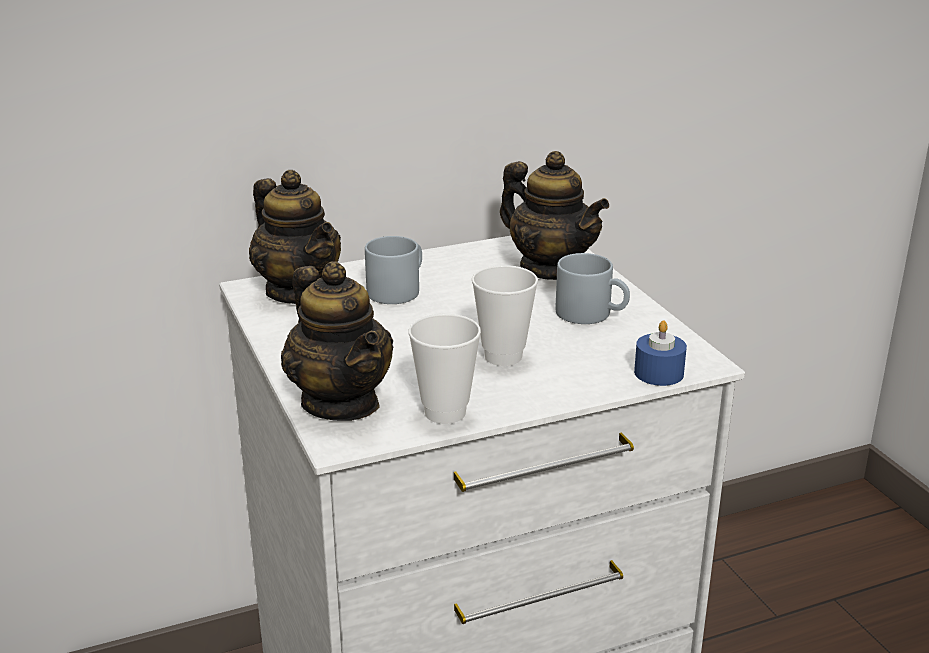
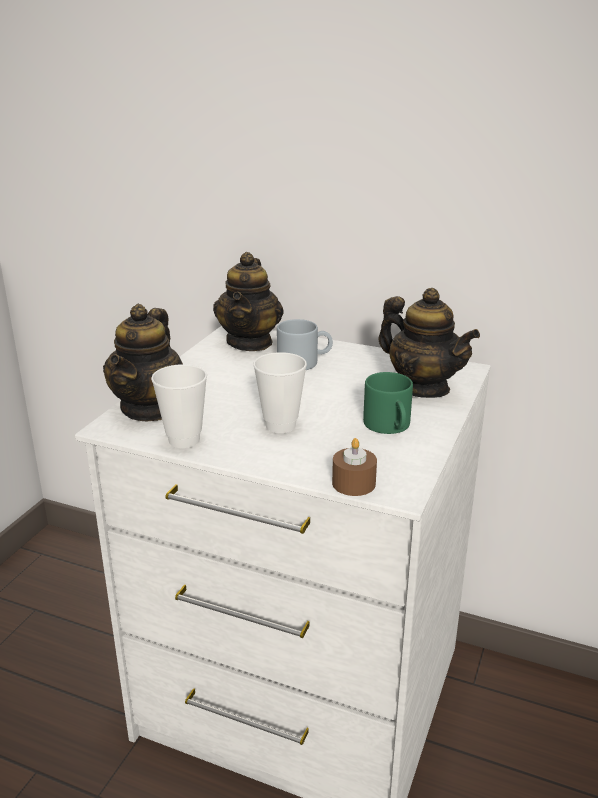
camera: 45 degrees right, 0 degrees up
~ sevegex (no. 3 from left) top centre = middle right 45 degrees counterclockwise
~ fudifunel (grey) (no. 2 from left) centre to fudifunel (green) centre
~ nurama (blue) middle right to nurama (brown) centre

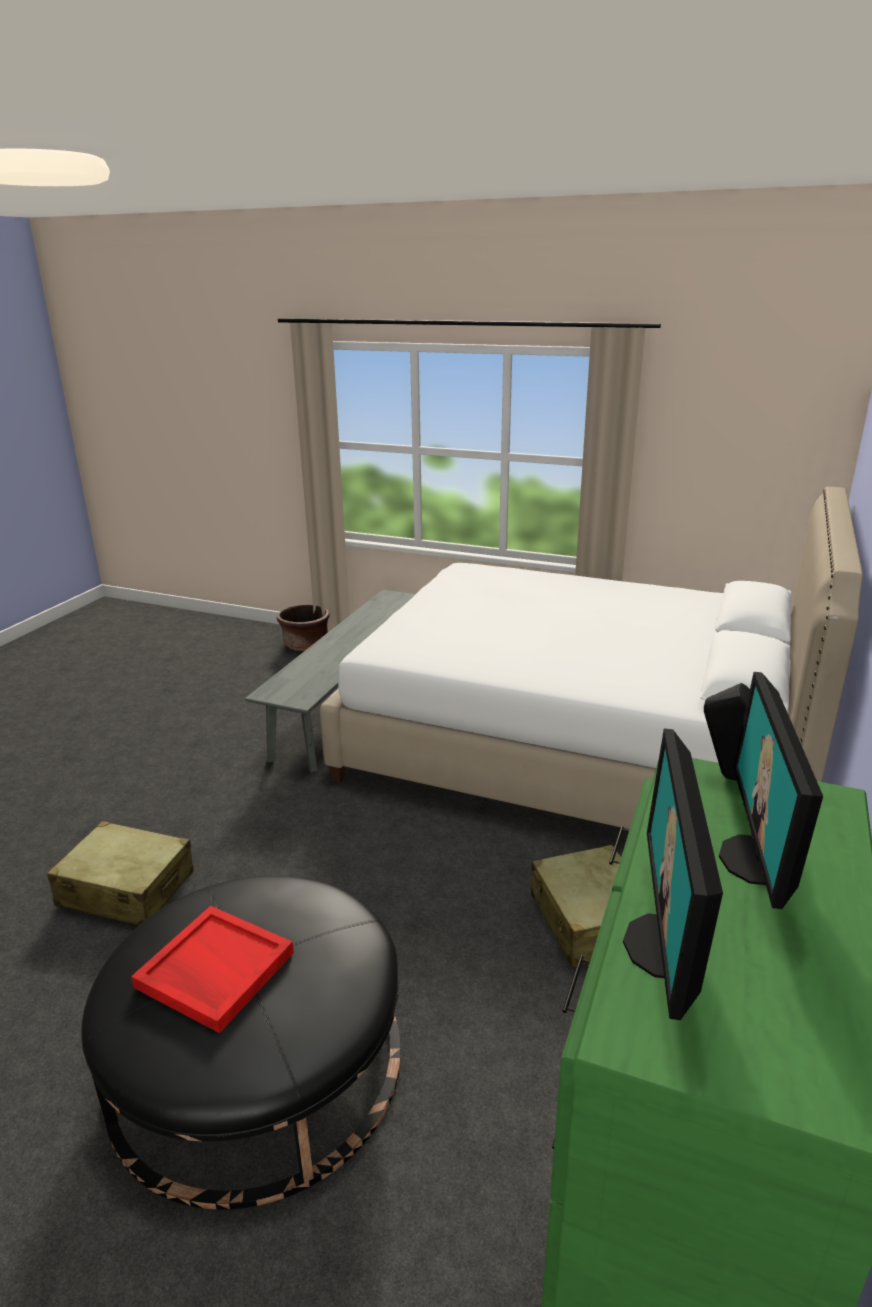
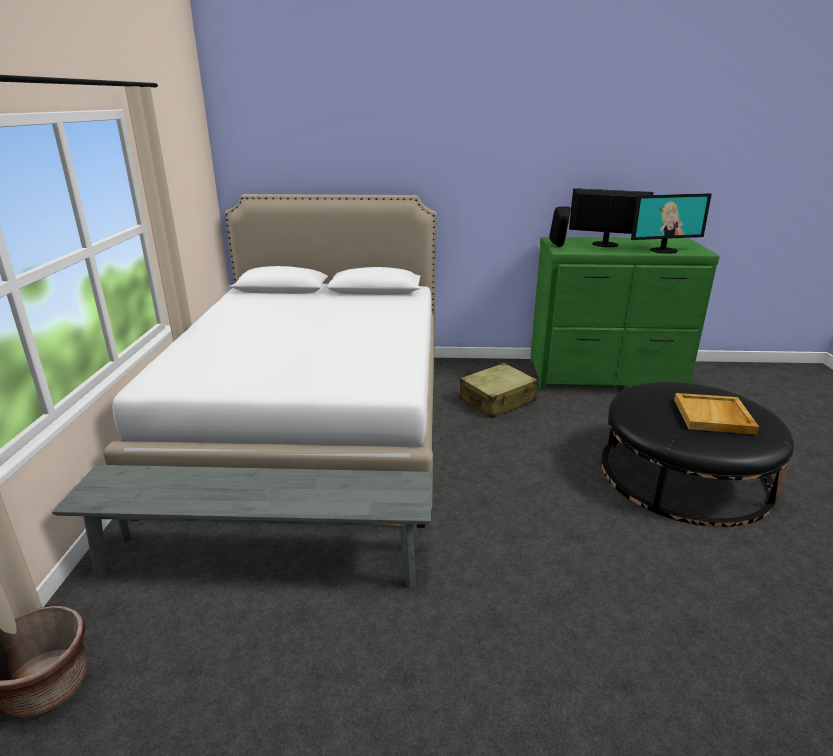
camera: 110 degrees left, 0 degrees up
- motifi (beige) (no. 1 from left) bottom left
~ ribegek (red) bottom left to ribegek (beige) middle right
~ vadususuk (no. 2 from left in the first image) middle right = top right 150 degrees counterclockwise

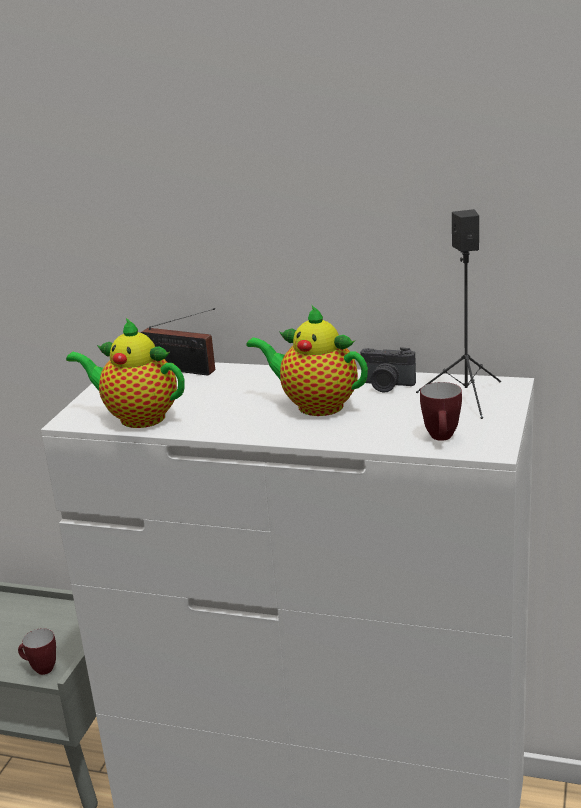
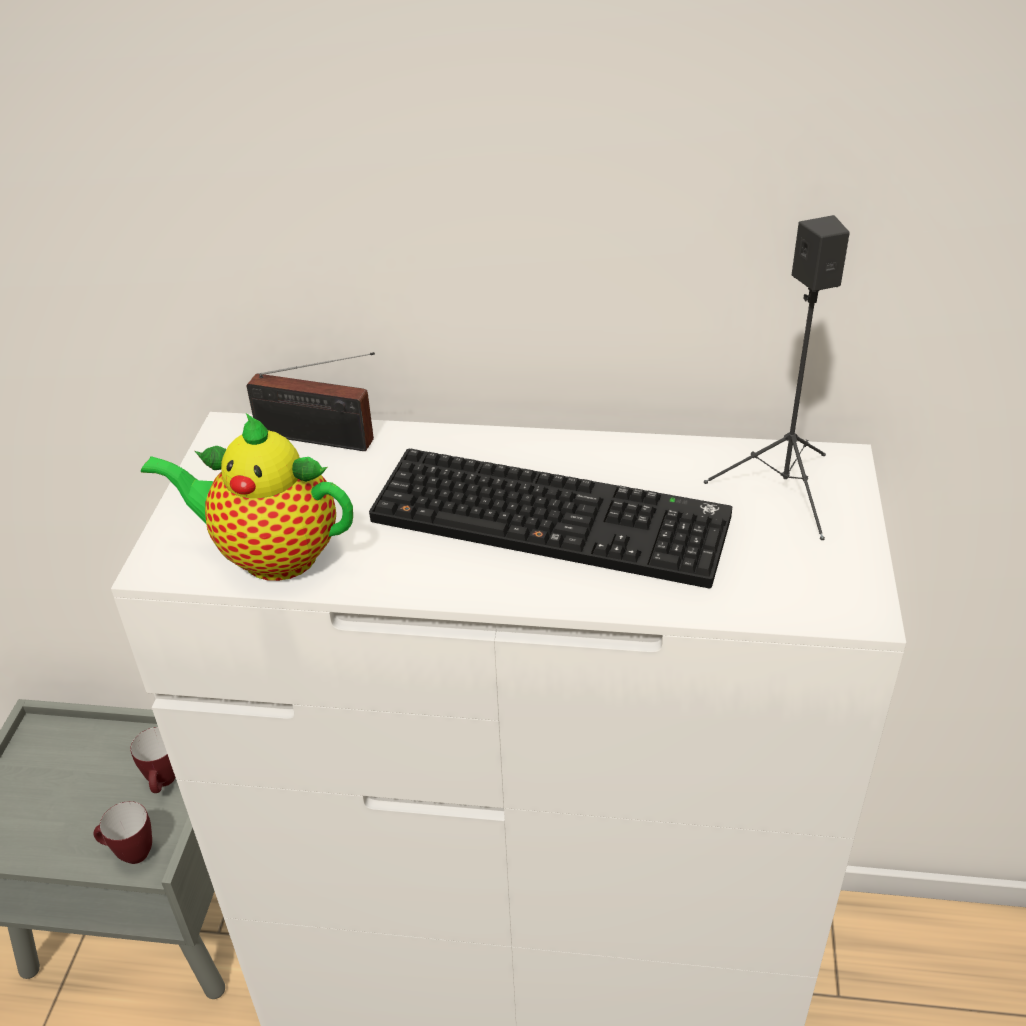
camera: 10 degrees left, 15 degrees up
~ sevegex (no. 2 from left) centre to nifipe centre
- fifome middle right
~ fudifunel (no. 2 from left) middle right to bottom left

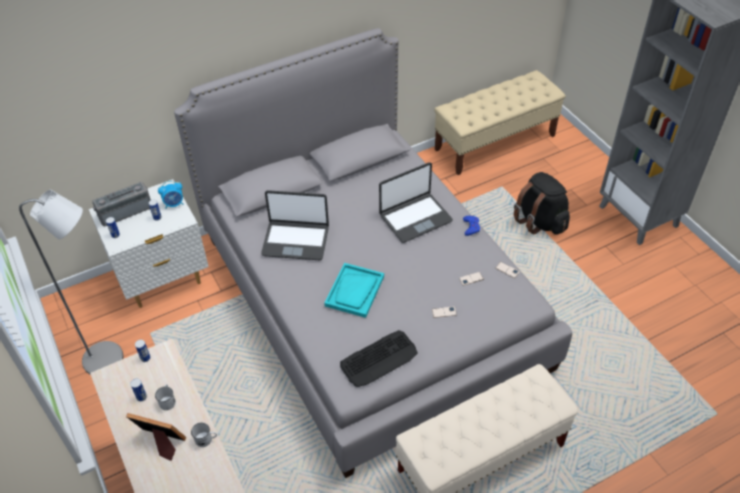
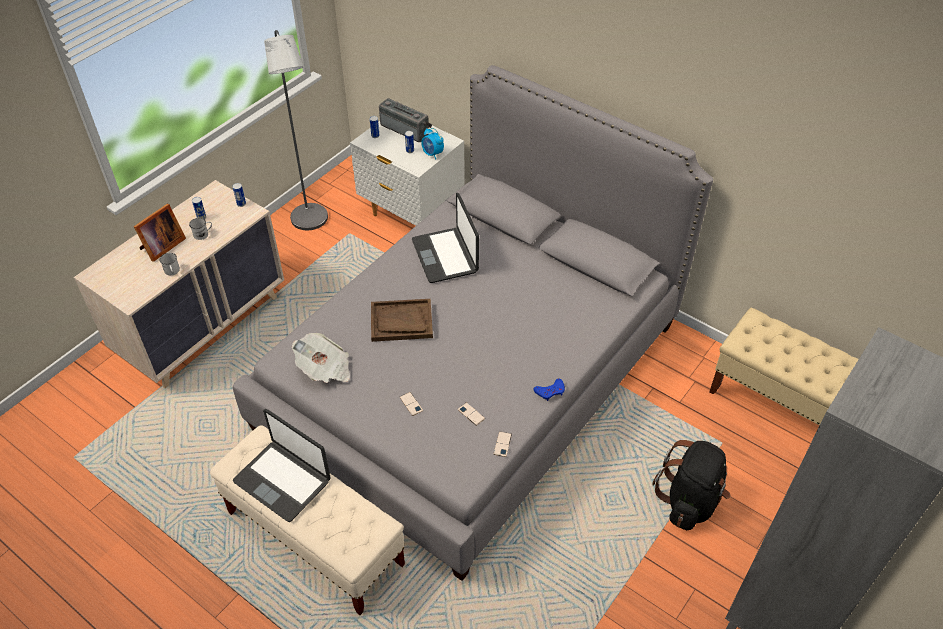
camera: 65 degrees right, 0 degrees up
~ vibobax bottom left = middle left 45 degrees clockwise
~ ribegek (turquoise) centre to ribegek (brown) centre
~ nifipe bottom centre to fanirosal centre
~ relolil (no. 2 from left in the first image) centre to relolil (no. 1 from left) bottom left

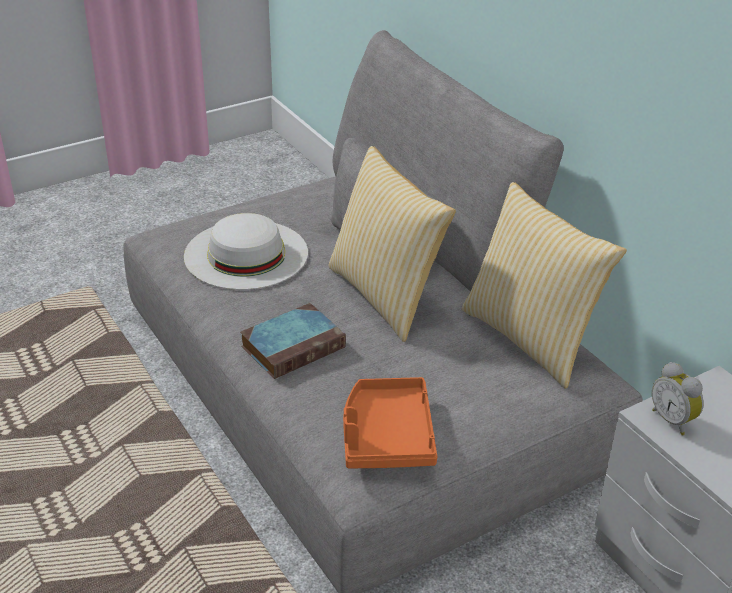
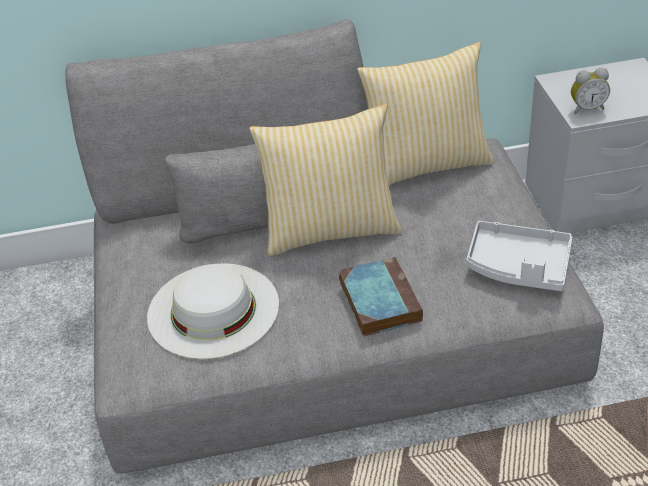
camera: 65 degrees left, 5 degrees up
~ ribegek (orange) bottom centre to ribegek (grey) middle right

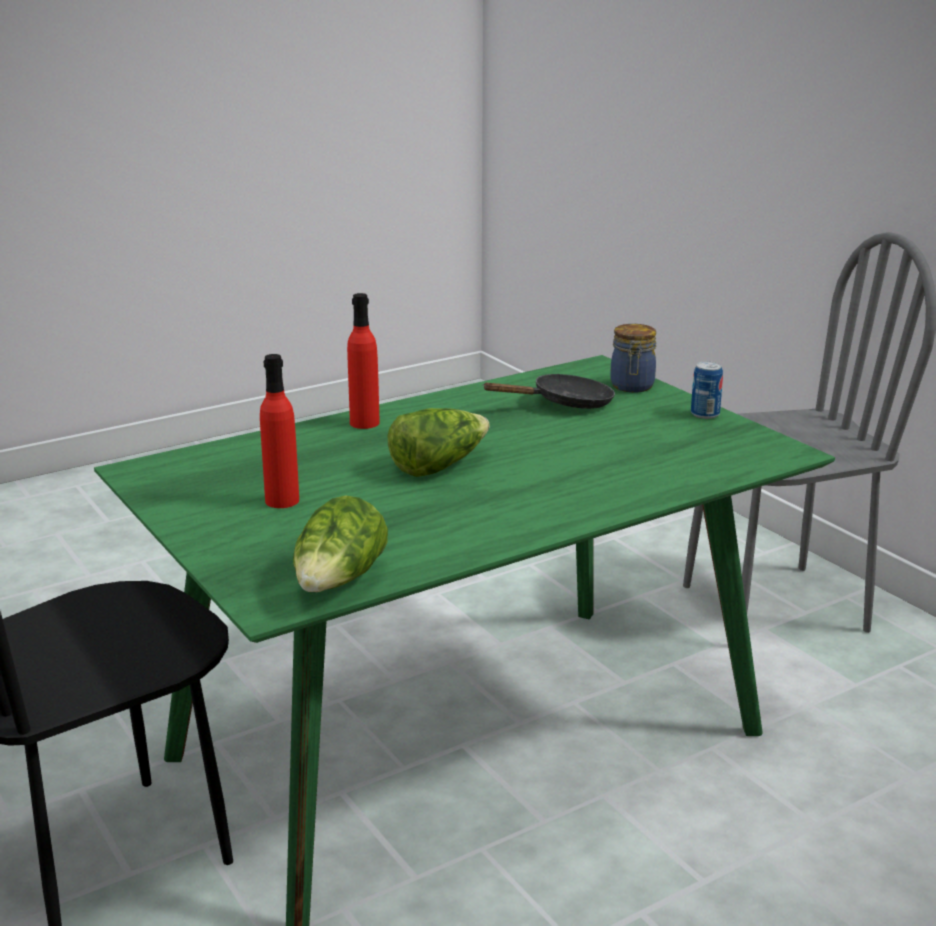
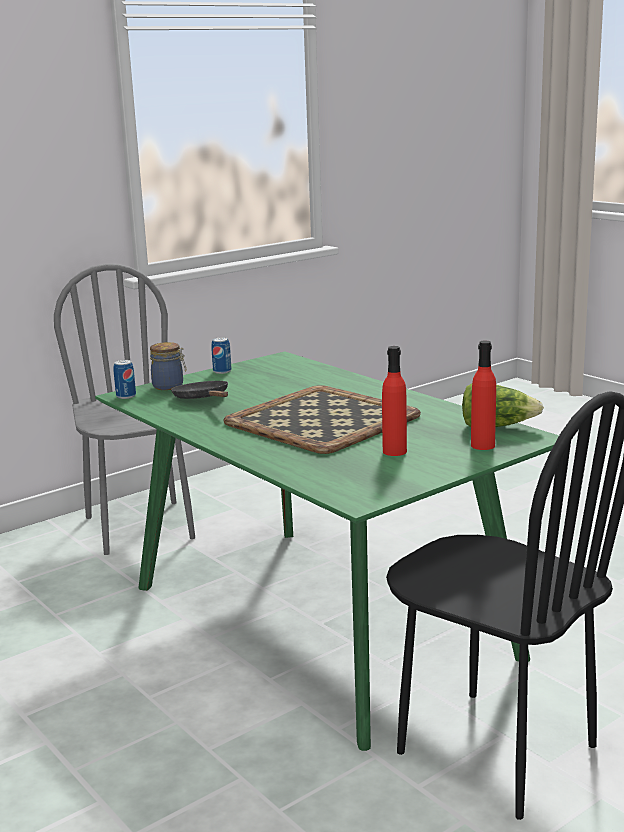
camera: 95 degrees left, 5 degrees down
~ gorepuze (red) (no. 2 from left) centre to middle right
~ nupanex (no. 2 from left) centre to ribegek centre
+ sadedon (no. 1 from left) middle left

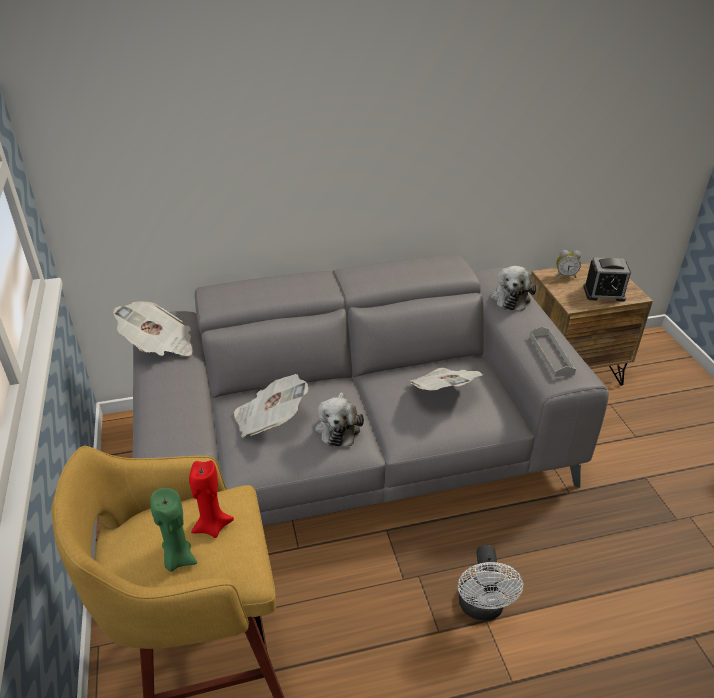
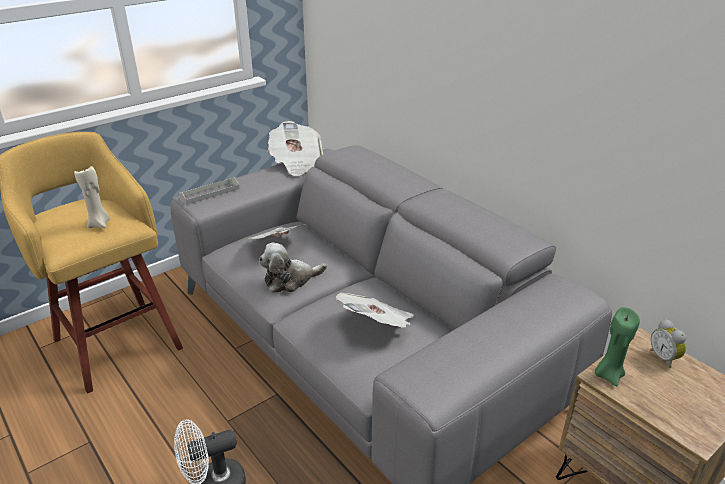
camera: 65 degrees right, 5 degrees down
~ nurama (green) bottom left to bottom right
~ nurama (red) bottom left to nurama (beige) middle left
- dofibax (no. 2 from left) middle right
~ ribegek (grey) middle right to middle left
- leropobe (no. 2 from left) middle right

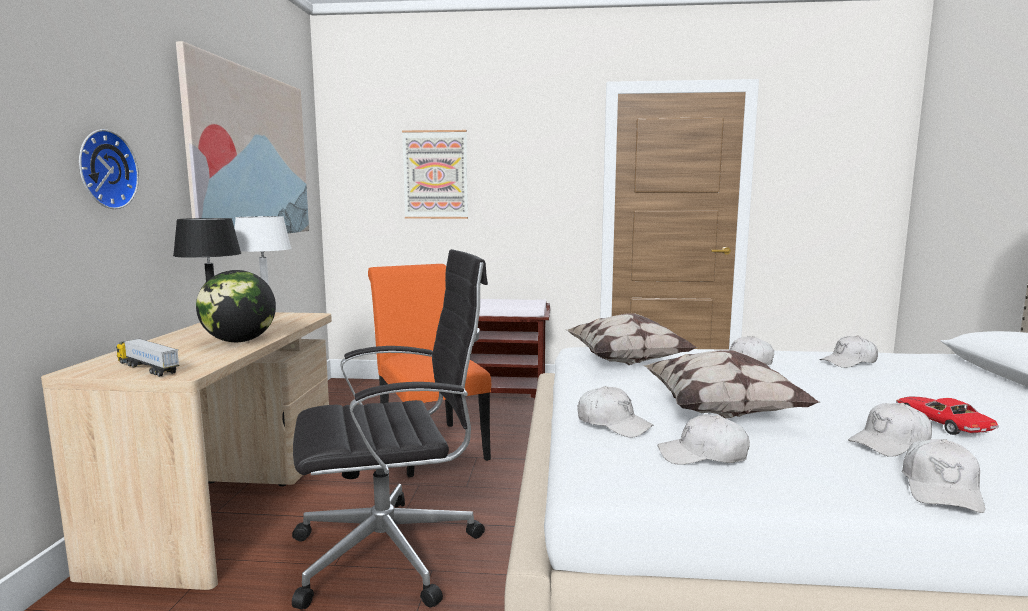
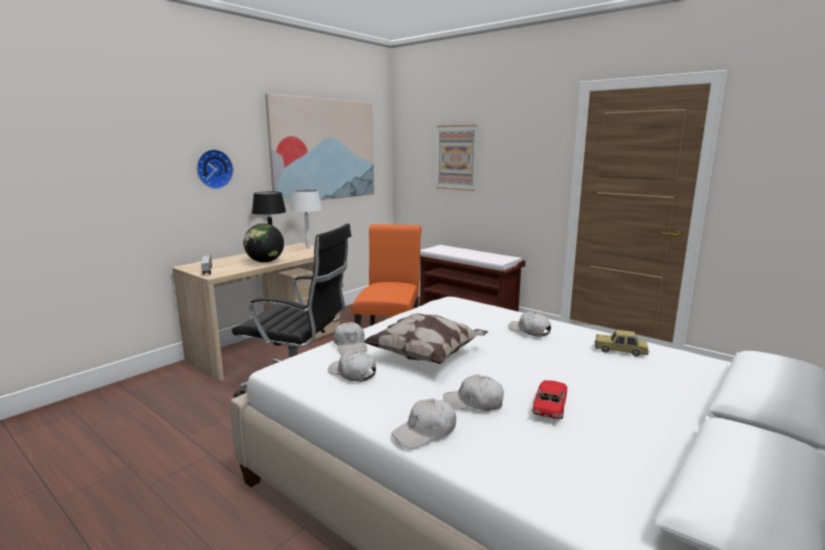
camera: 35 degrees right, 5 degrees up
- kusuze (no. 1 from left) centre
~ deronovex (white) (no. 4 from left) middle right to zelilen (no. 2 from left) middle right

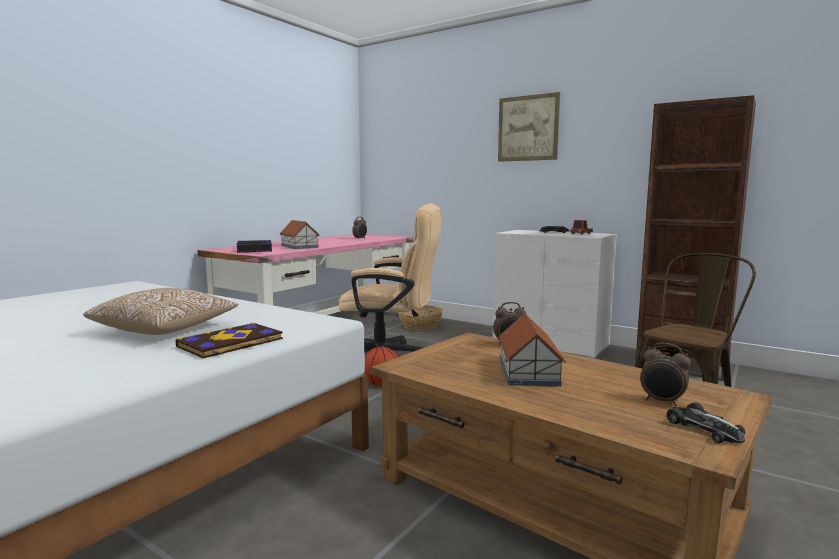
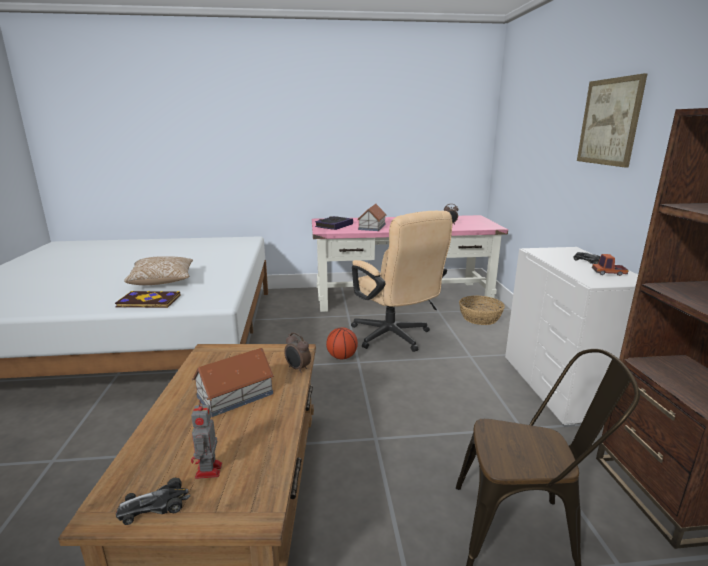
camera: 50 degrees right, 10 degrees up
~ leropobe (no. 3 from left) bottom right to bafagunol bottom left
~ zelilen (no. 2 from left in the first image) bottom right = bottom left 45 degrees clockwise

